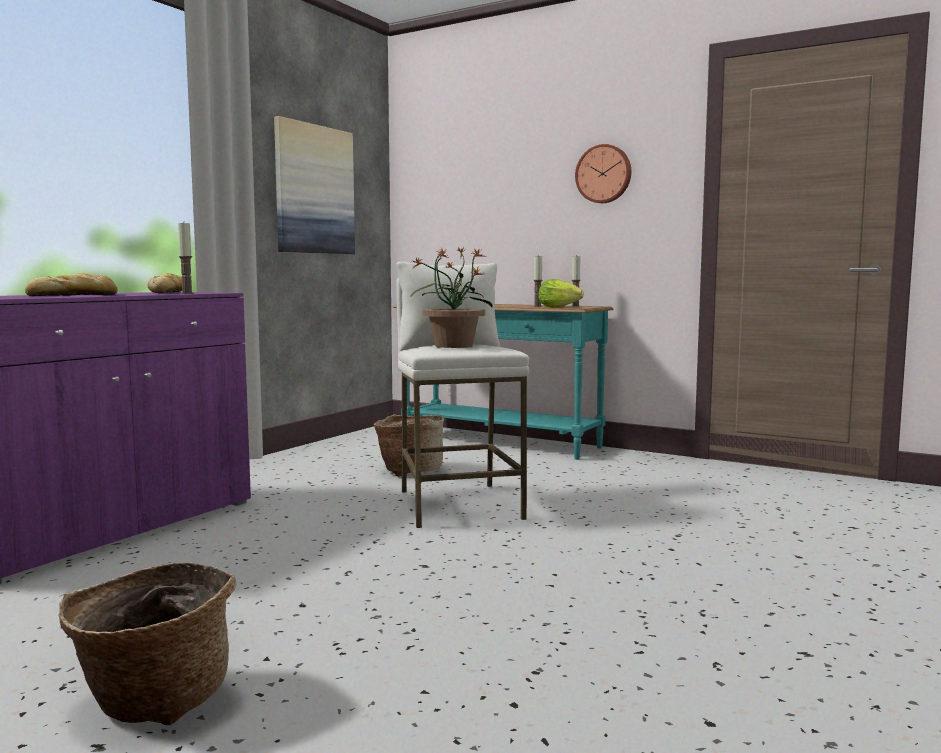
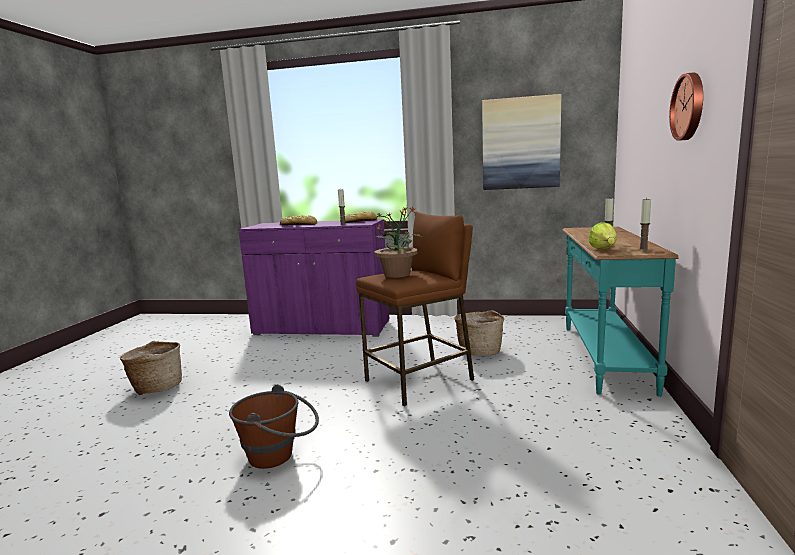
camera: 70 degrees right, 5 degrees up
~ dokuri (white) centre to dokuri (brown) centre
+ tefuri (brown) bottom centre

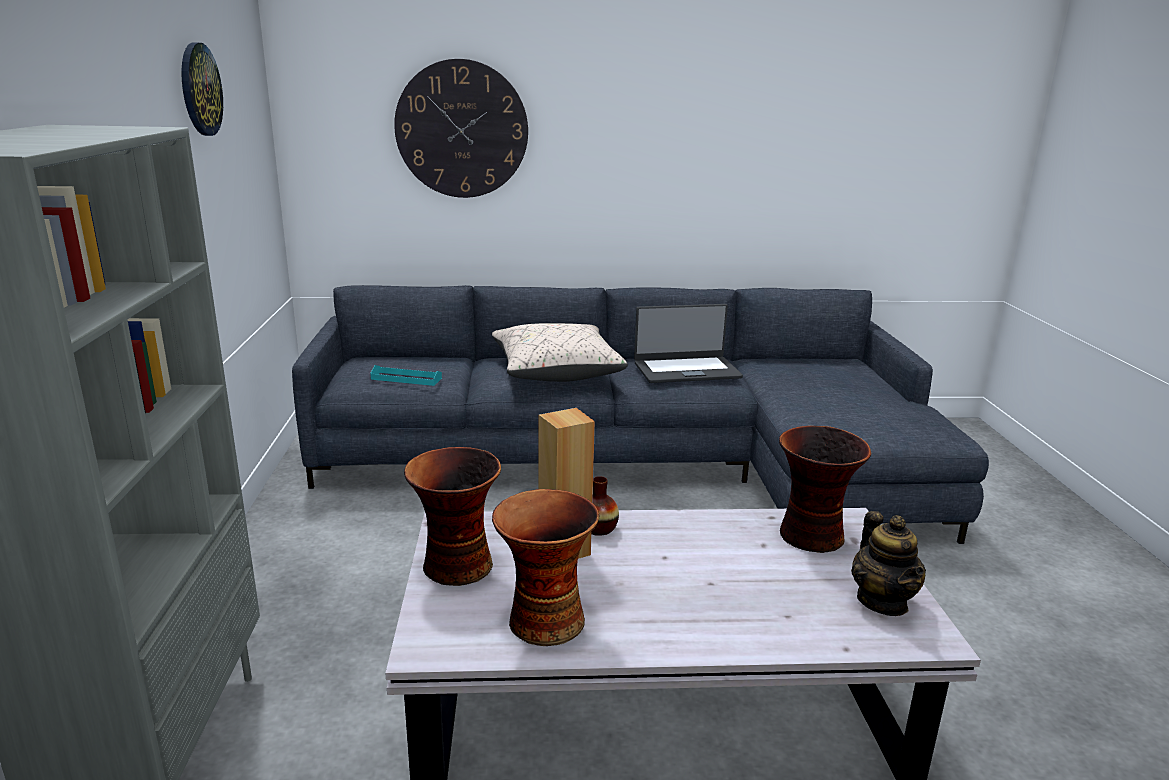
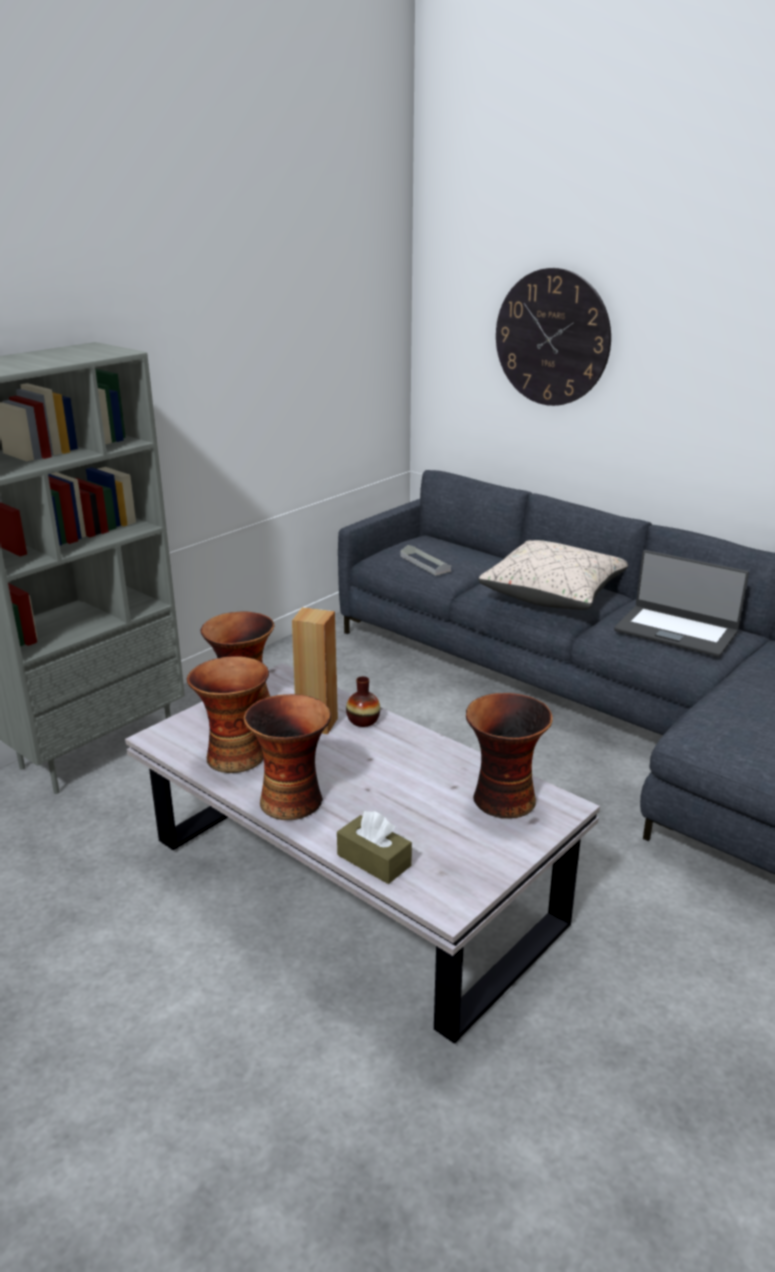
camera: 45 degrees right, 5 degrees up
- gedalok (no. 1 from left) top left
~ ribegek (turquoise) centre to ribegek (grey) centre
- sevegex bottom right
+ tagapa (no. 3 from left) centre
+ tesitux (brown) centre

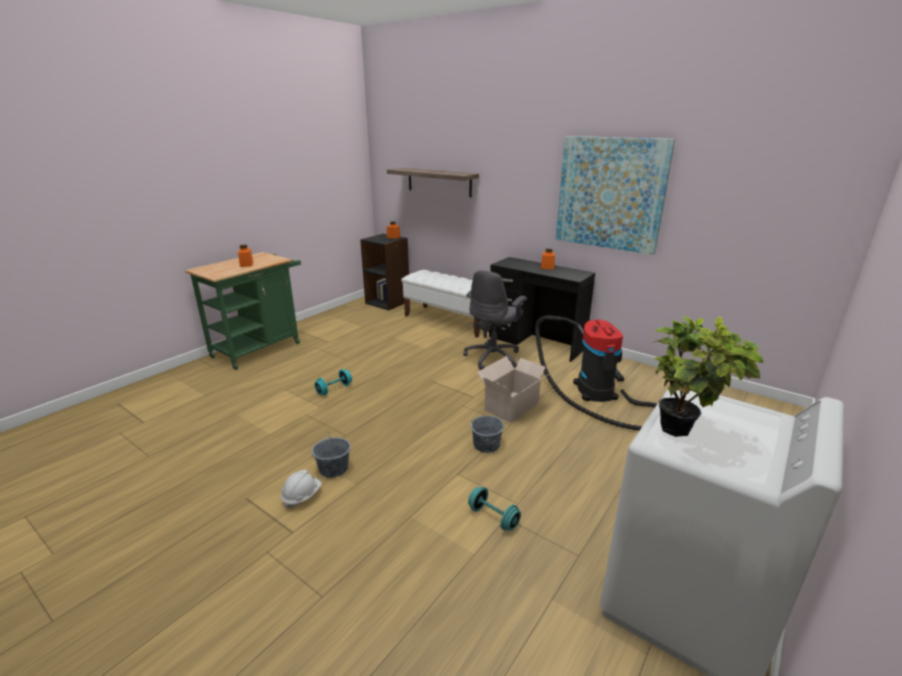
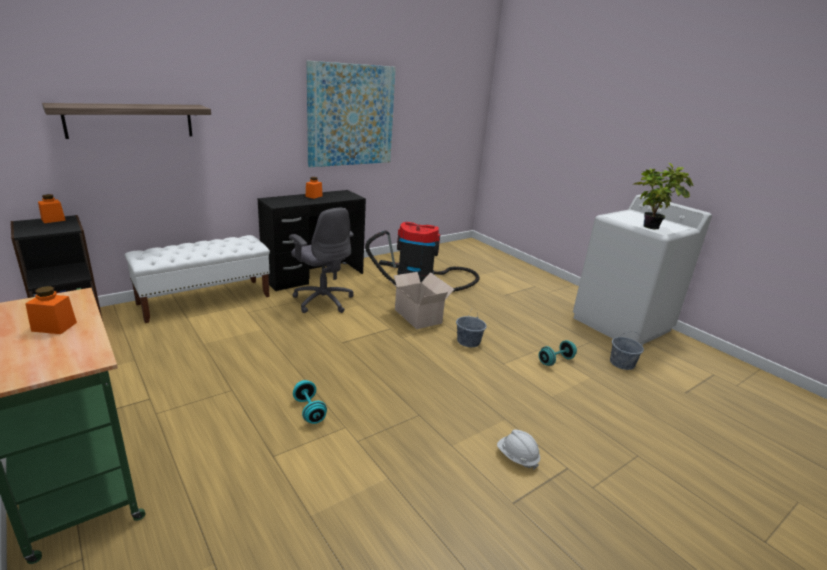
camera: 75 degrees left, 0 degrees up
~ tefuri (grey) (no. 1 from left in the first image) bottom centre to tefuri (grey) (no. 2 from left) middle right

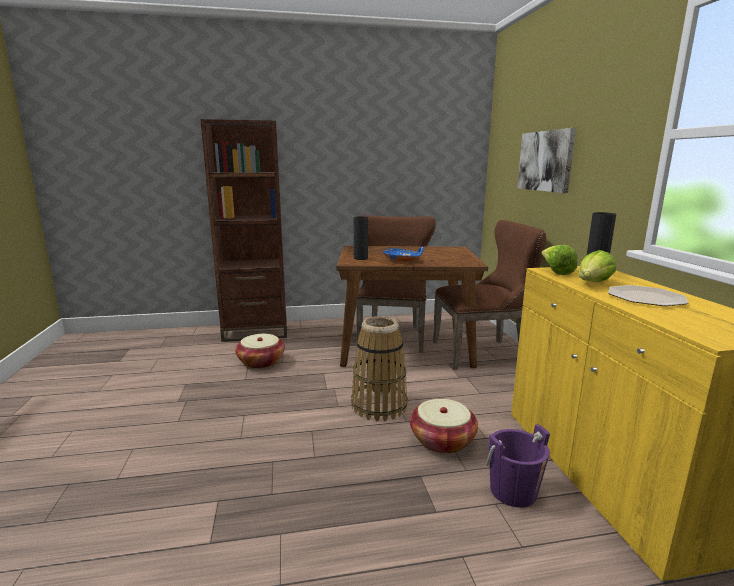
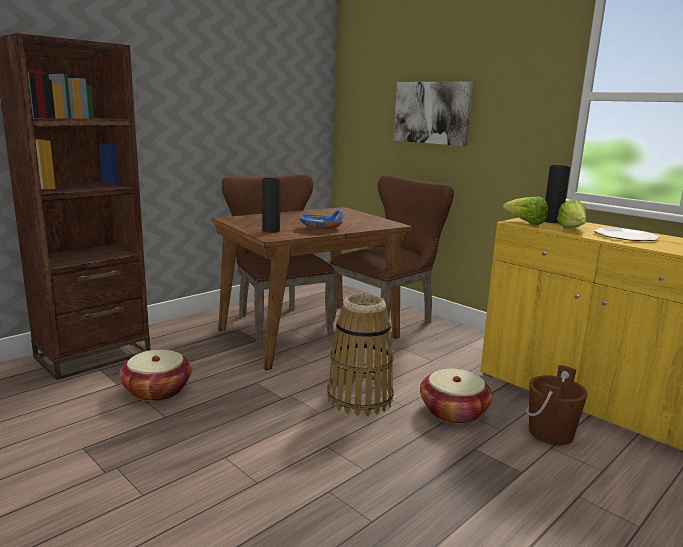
camera: 35 degrees left, 0 degrees up
~ tefuri (purple) bottom right to tefuri (brown) bottom right

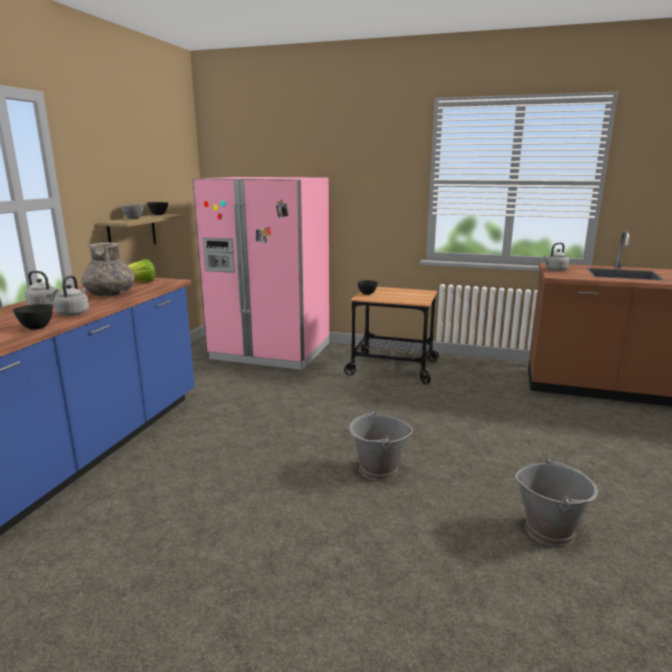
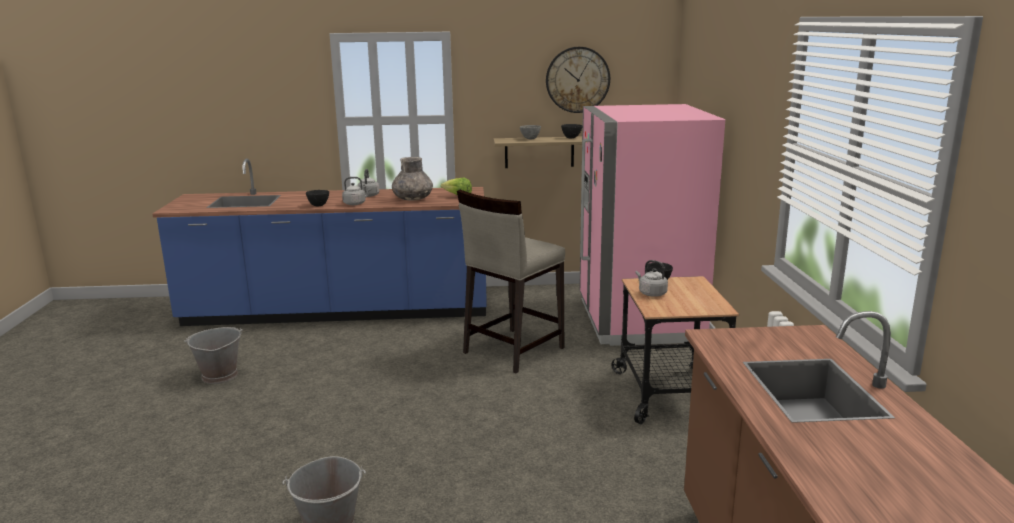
camera: 70 degrees right, 0 degrees up
~ tefuri (grey) (no. 1 from left) centre to bottom left
~ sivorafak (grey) (no. 3 from left) middle right to centre
+ dokuri (beige) centre
+ gedalok top centre

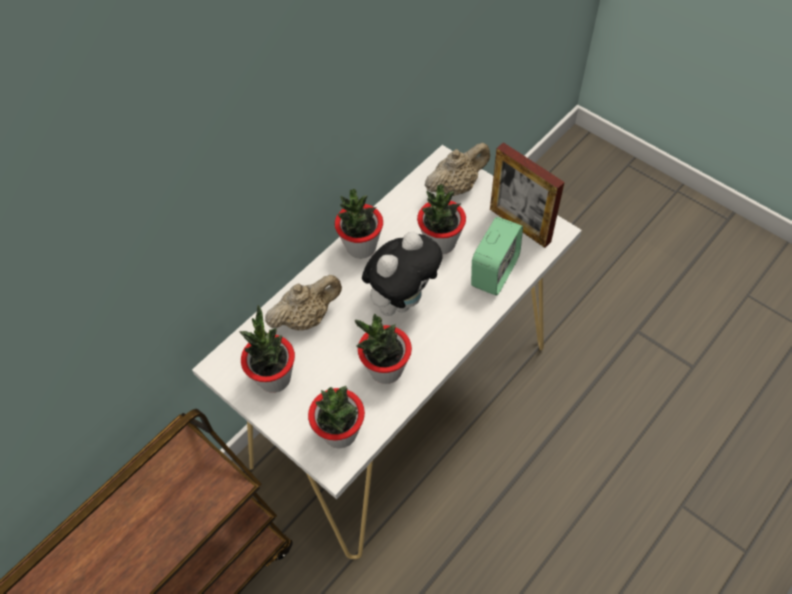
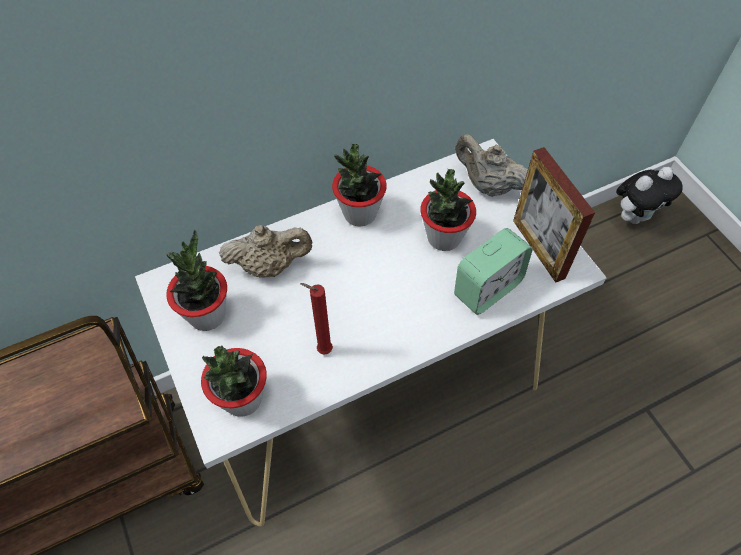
camera: 20 degrees right, 0 degrees up
~ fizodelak (no. 4 from left) centre to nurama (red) centre
~ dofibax centre to middle right
~ sevegex (beige) (no. 2 from left) top centre = top centre 135 degrees counterclockwise

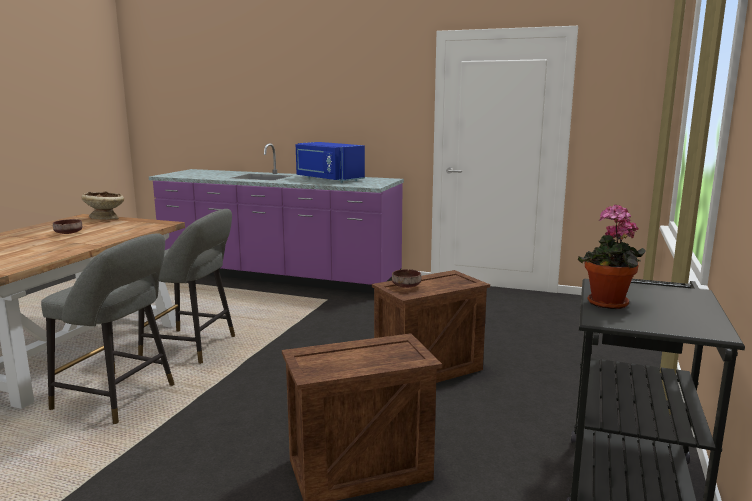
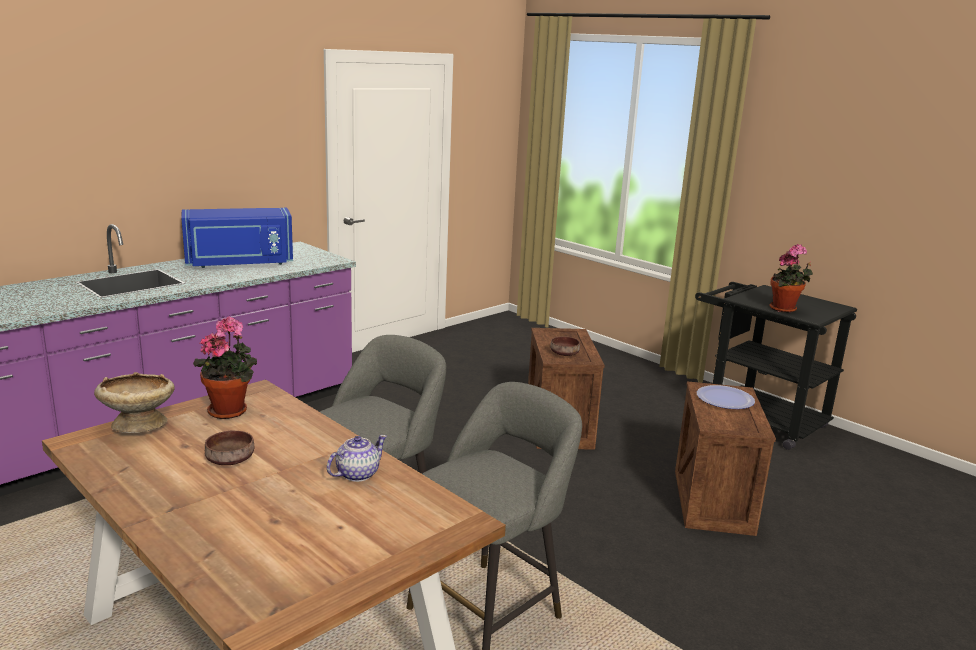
camera: 65 degrees left, 5 degrees up
+ fizodelak (no. 1 from left) middle left
+ sevegex bottom centre
+ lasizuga middle right

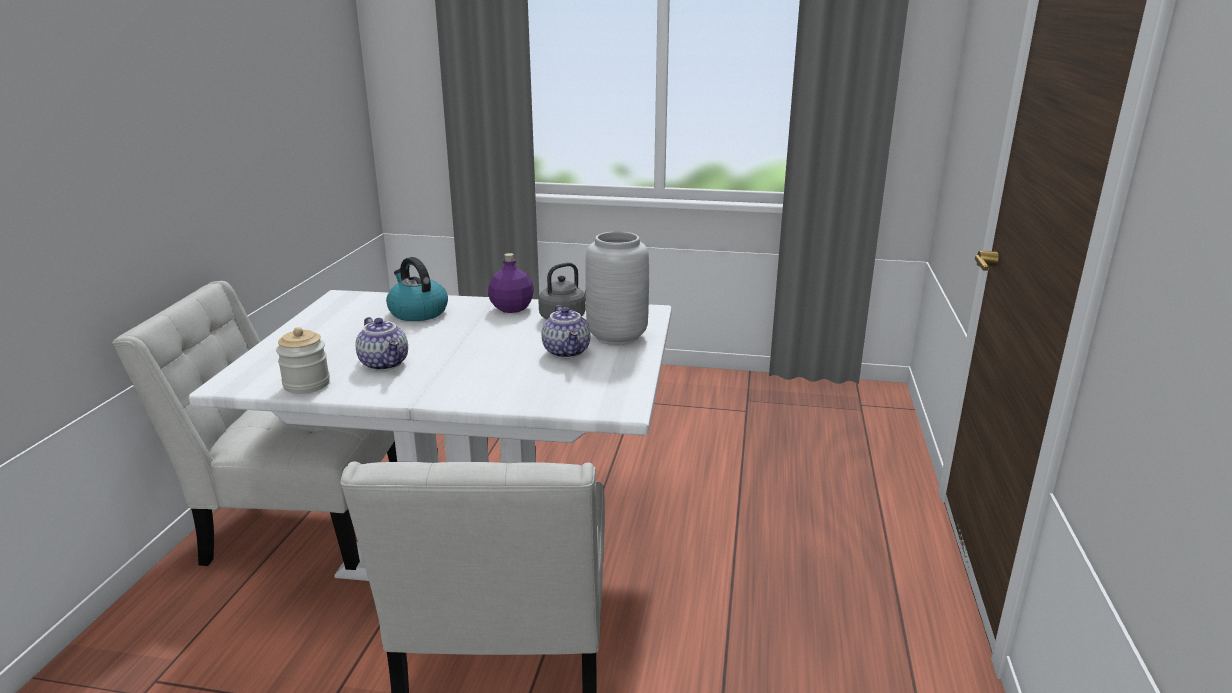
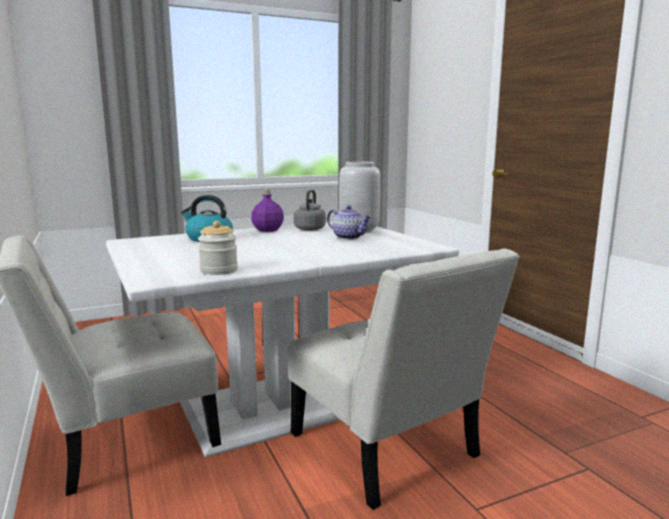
camera: 35 degrees left, 10 degrees down
- sevegex (no. 1 from left) middle left

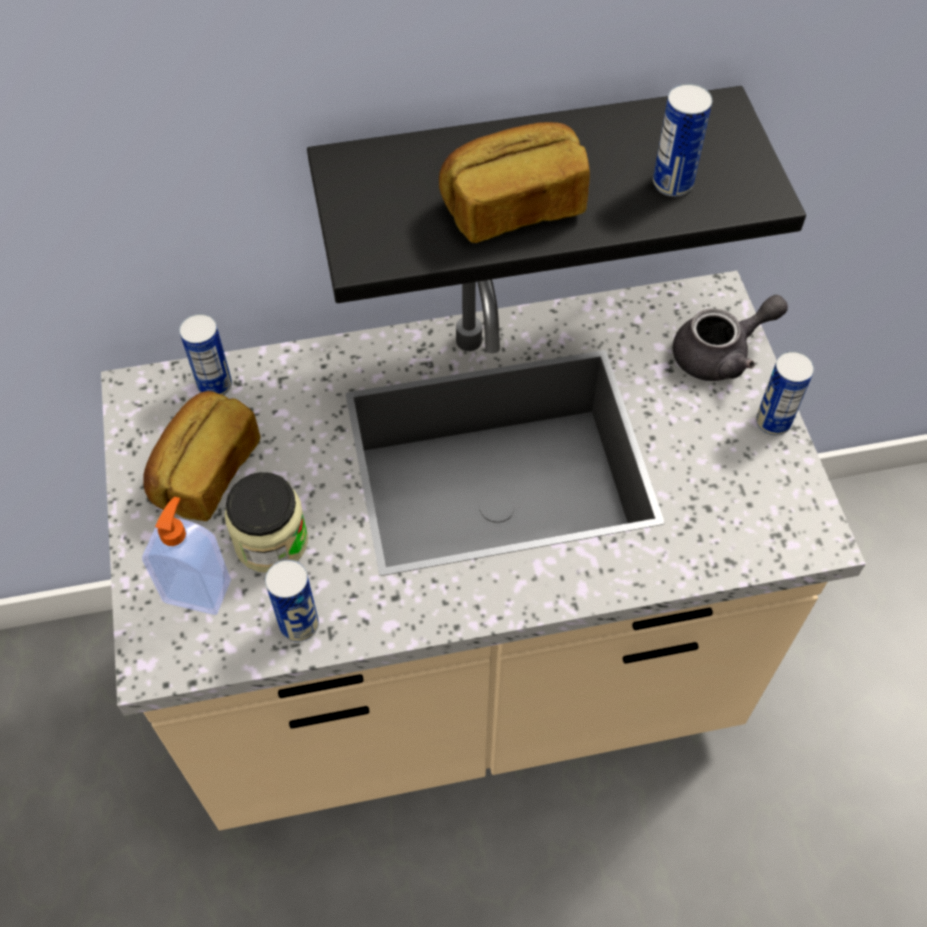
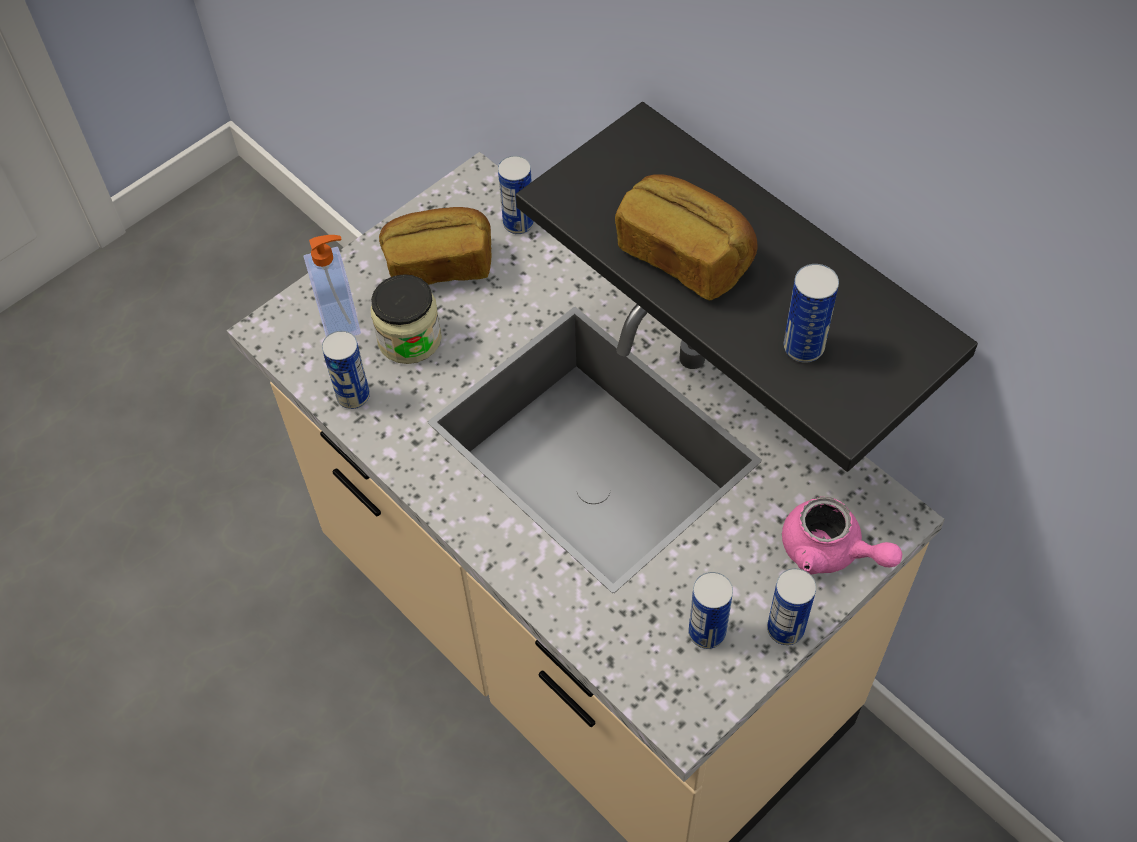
camera: 60 degrees right, 0 degrees up
~ sevegex (grey) middle right to sevegex (pink) middle right
+ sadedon (no. 3 from left) bottom centre

